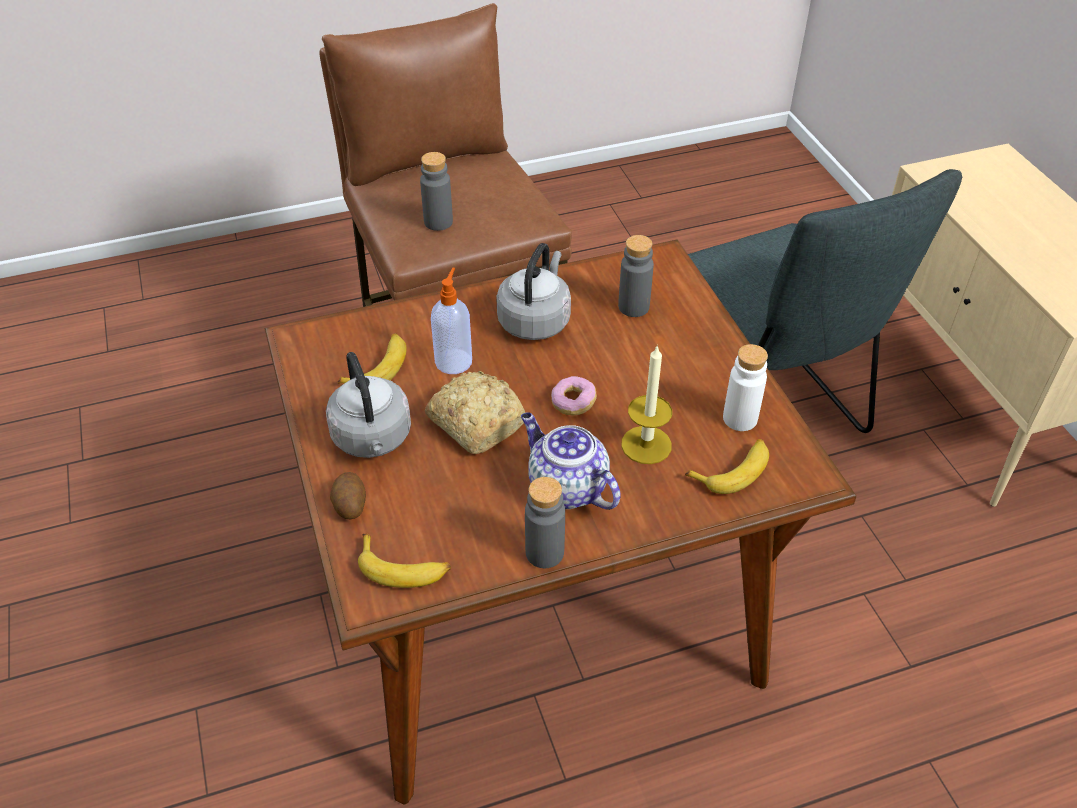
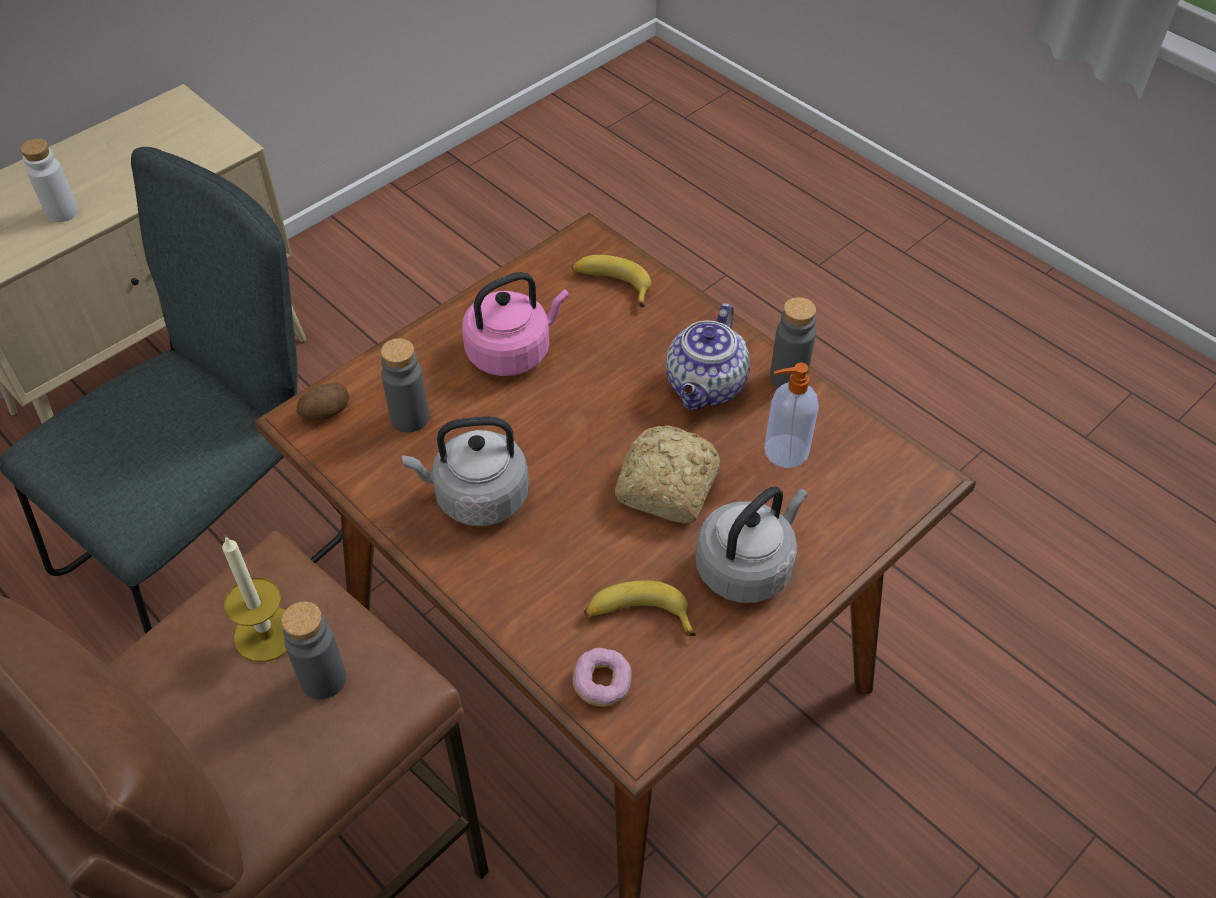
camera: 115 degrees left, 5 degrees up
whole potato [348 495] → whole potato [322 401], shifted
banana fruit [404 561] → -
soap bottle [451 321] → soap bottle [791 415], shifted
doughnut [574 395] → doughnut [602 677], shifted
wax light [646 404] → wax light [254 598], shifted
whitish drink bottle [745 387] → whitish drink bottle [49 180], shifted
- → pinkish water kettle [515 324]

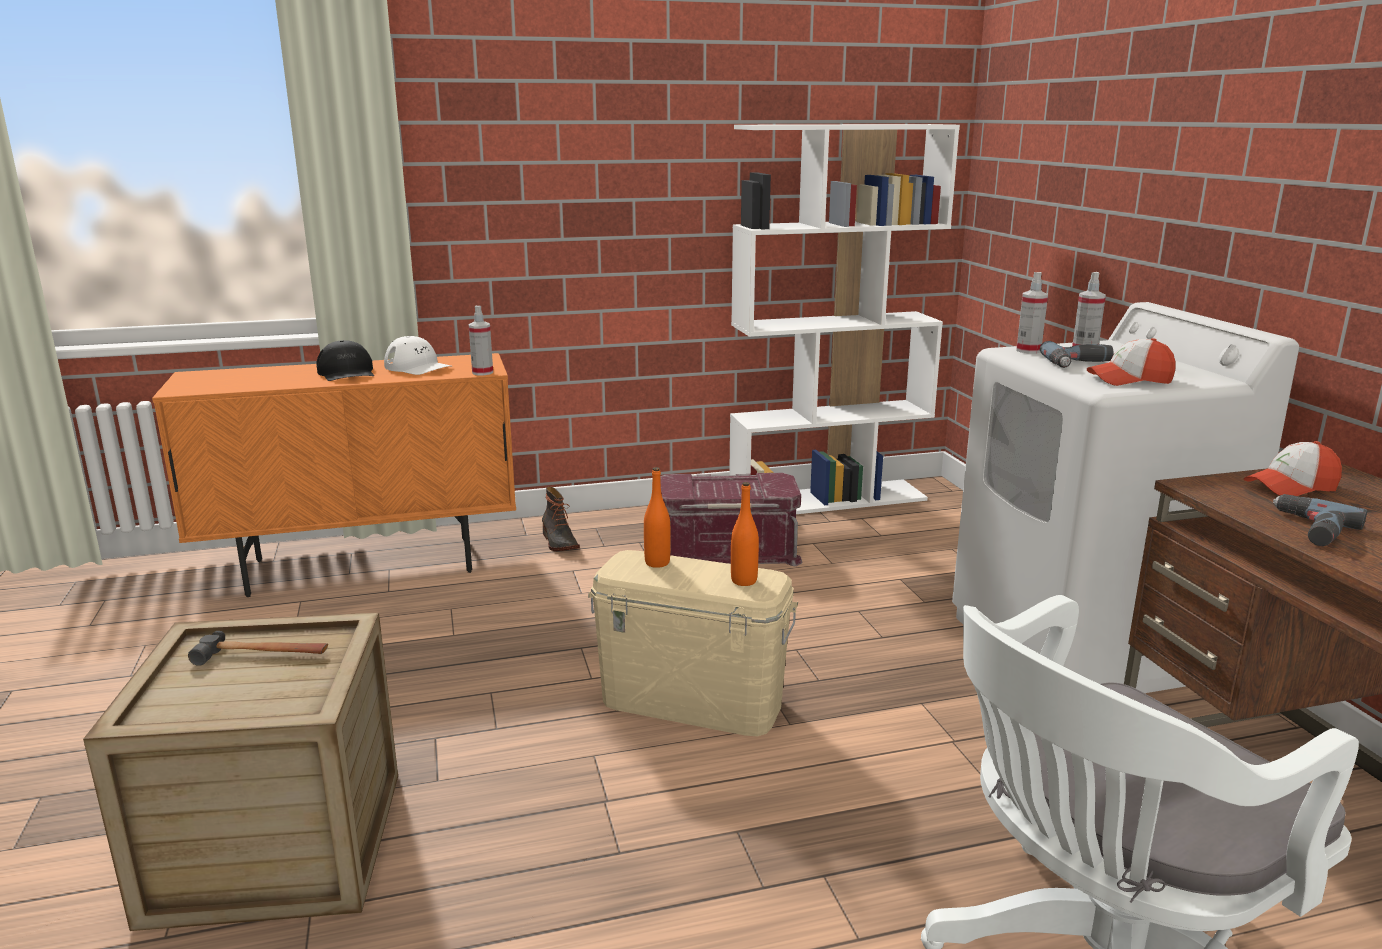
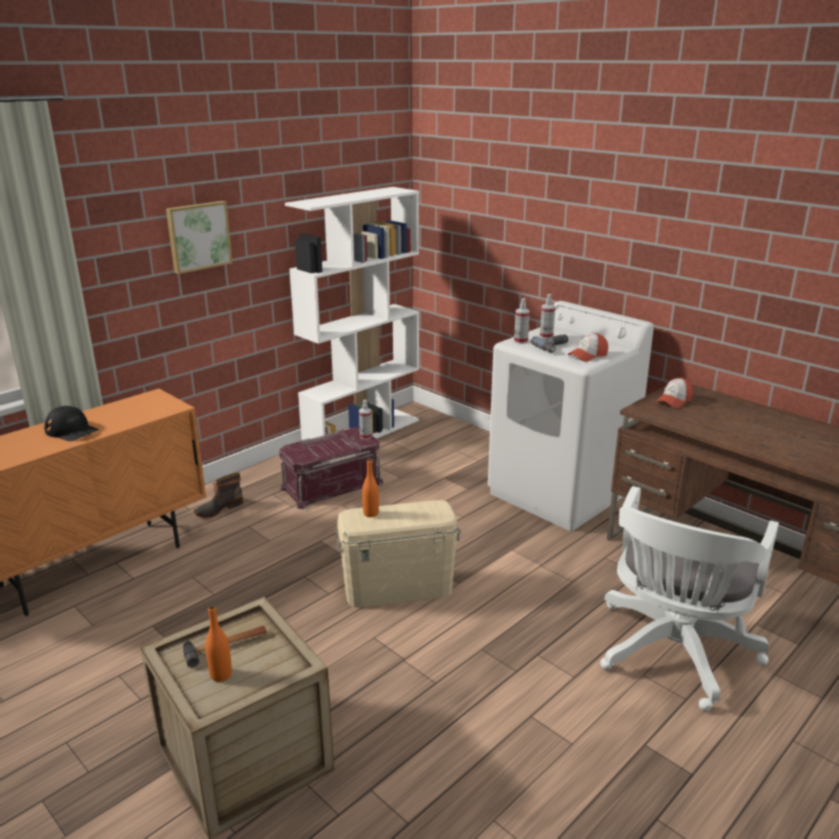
camera: 30 degrees left, 5 degrees up
whitish peaked cap [418 355] → -
hand sprayer [480 340] → hand sprayer [365 420], shifted
tall boot [561 519] → tall boot [218 494], 105 degrees clockwise
orange-coloured drink bottle [745 534] → orange-coloured drink bottle [218 643], shifted
drill [1320 520] → -
- → wall art [199 237]

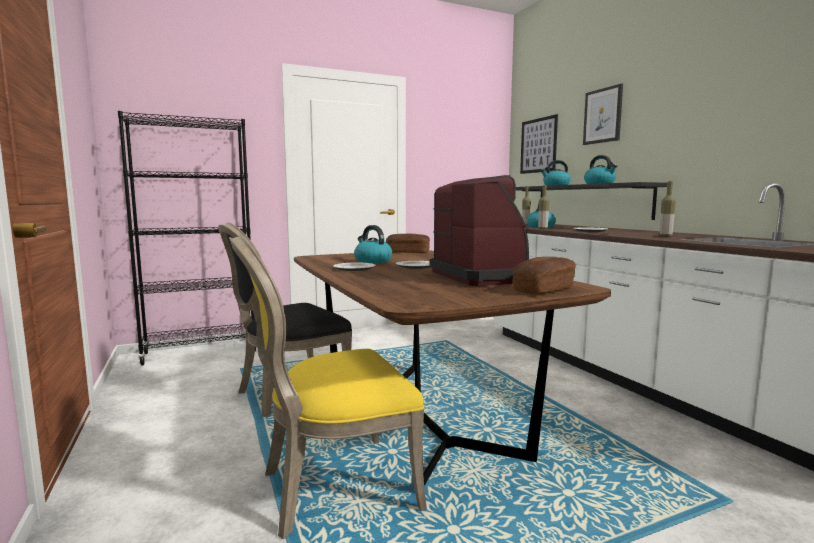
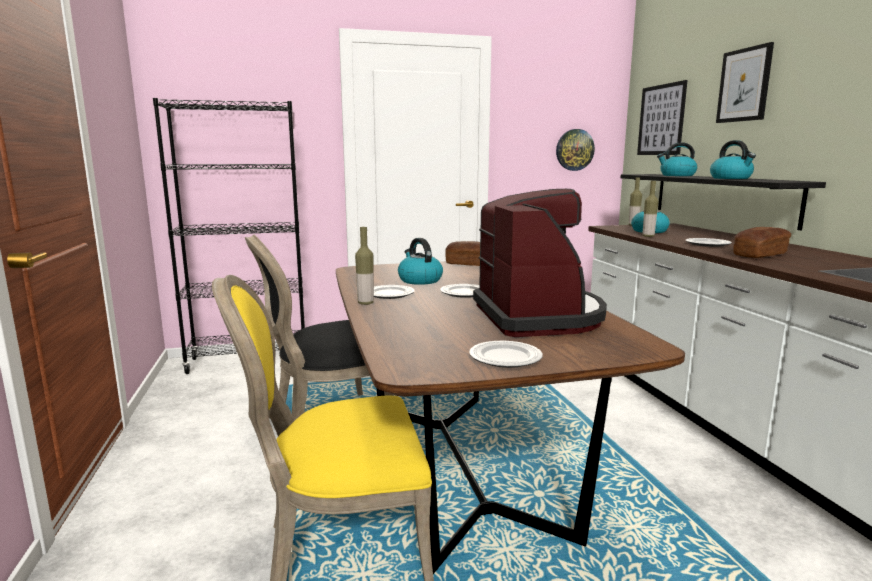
camera: 10 degrees right, 5 degrees up
bread [544 275] → bread [762 242], shifted
drink bottle [667 209] → drink bottle [364 266], shifted
- → dinner plate [506 354]
- → clock on the wall [575 150]

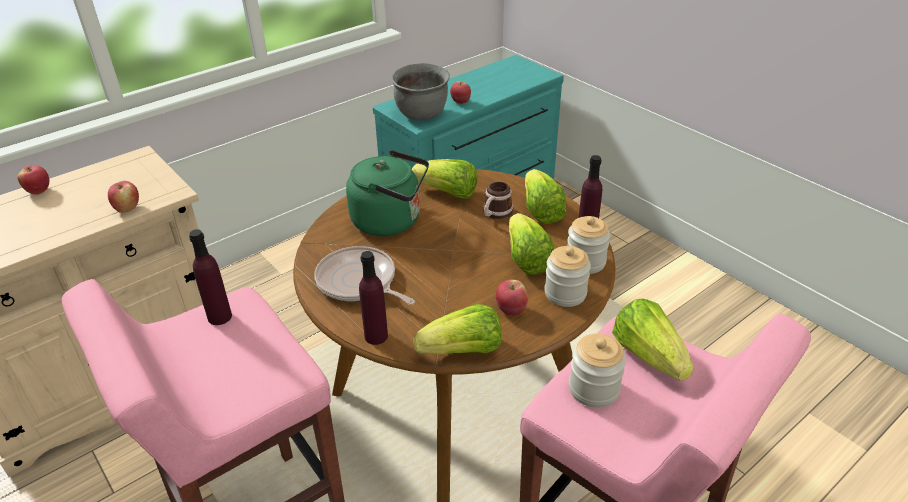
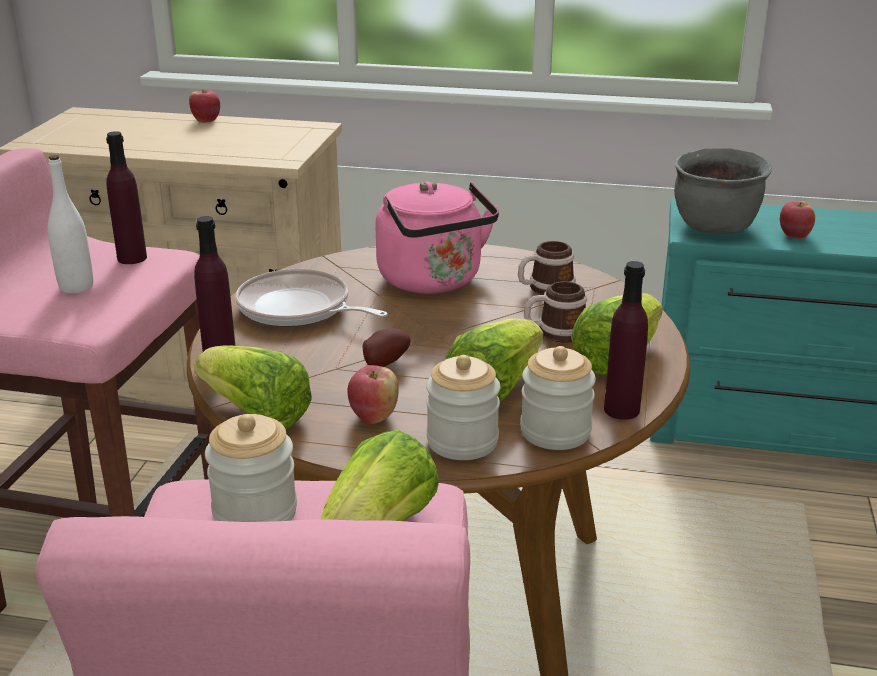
camera: 50 degrees right, 10 degrees down
apple fruit [123 197] → -
frying pan [364 275] → frying pan [311 298], 60 degrees counterclockwise
greenish water kettle [387 193] → pinkish water kettle [437 237]
head of lettuce [444 179] → mug [546 268]
- → whitish drink bottle [70 224]
- → whole potato [387 347]

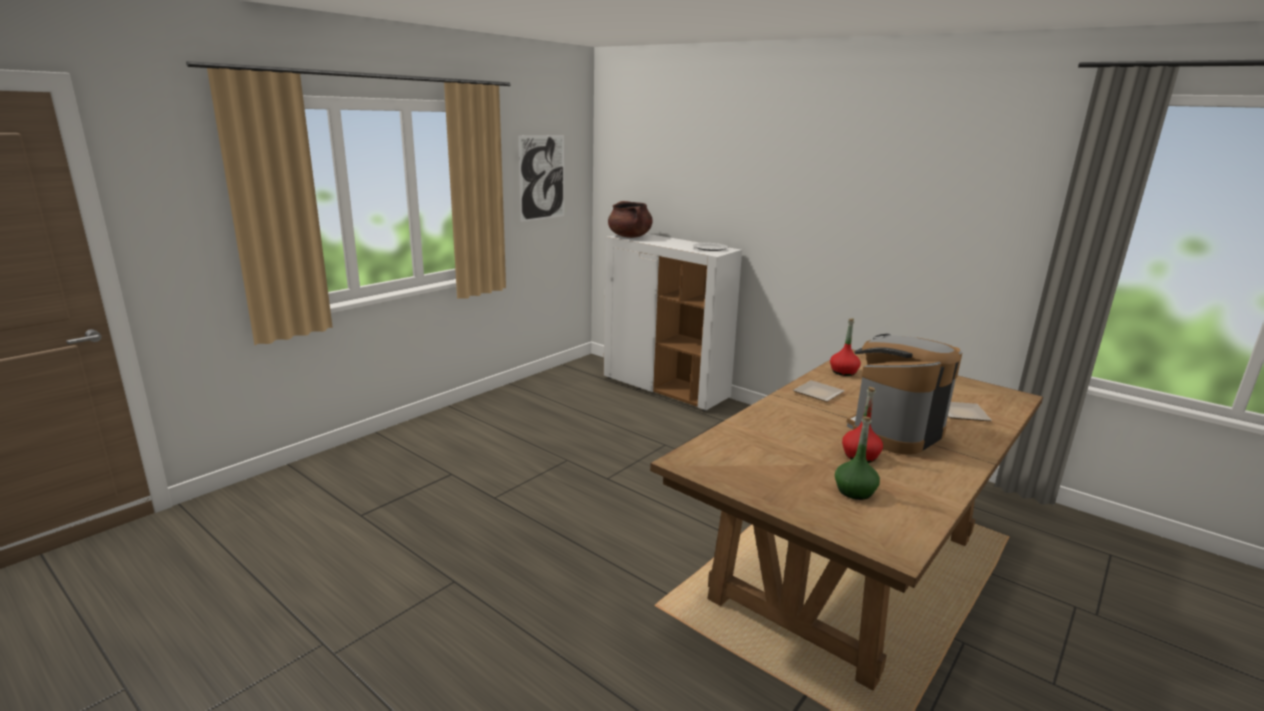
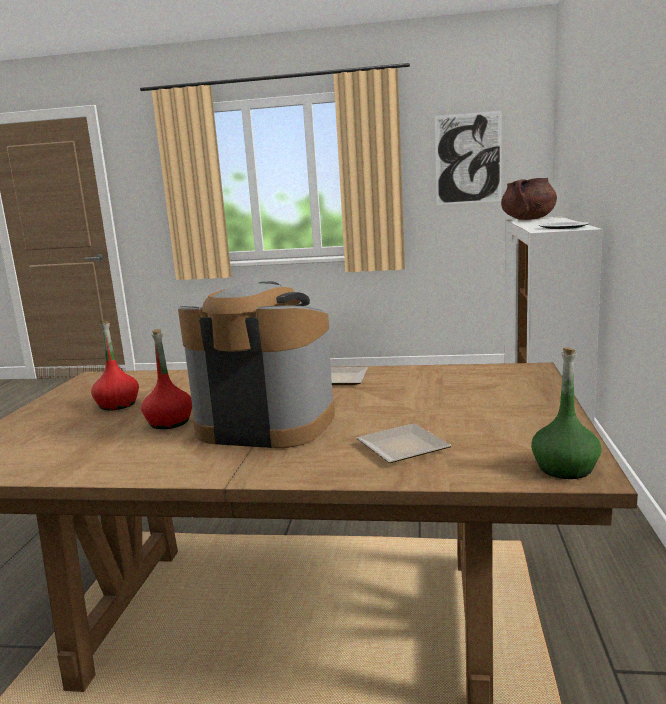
camera: 60 degrees right, 5 degrees down
reddish drink bottle [845 347] → reddish drink bottle [115 365], shifted
greenish drink bottle [857 458] → greenish drink bottle [566 413], shifted

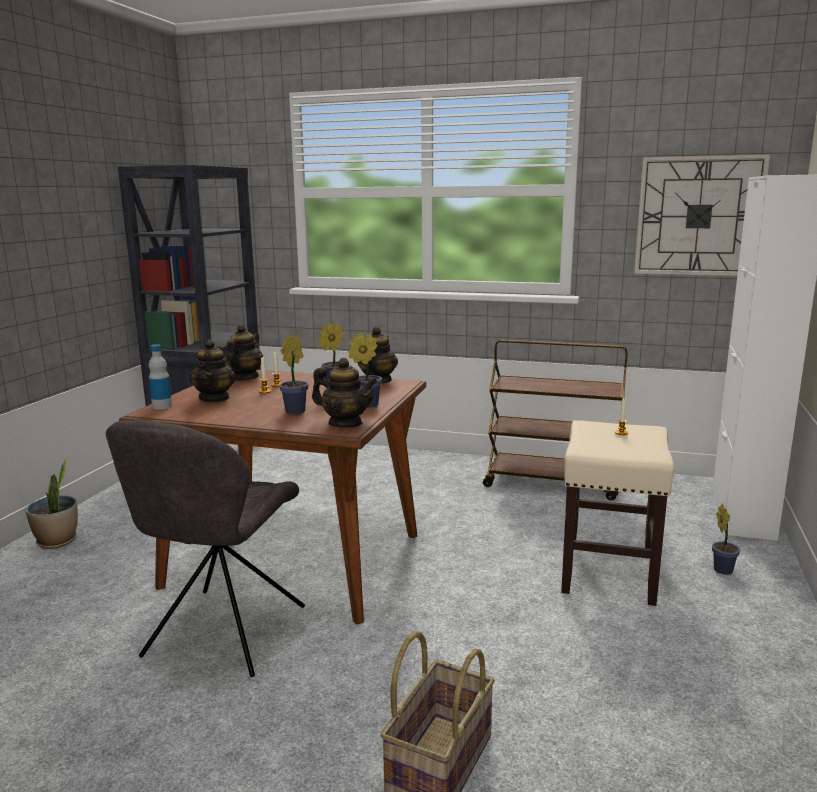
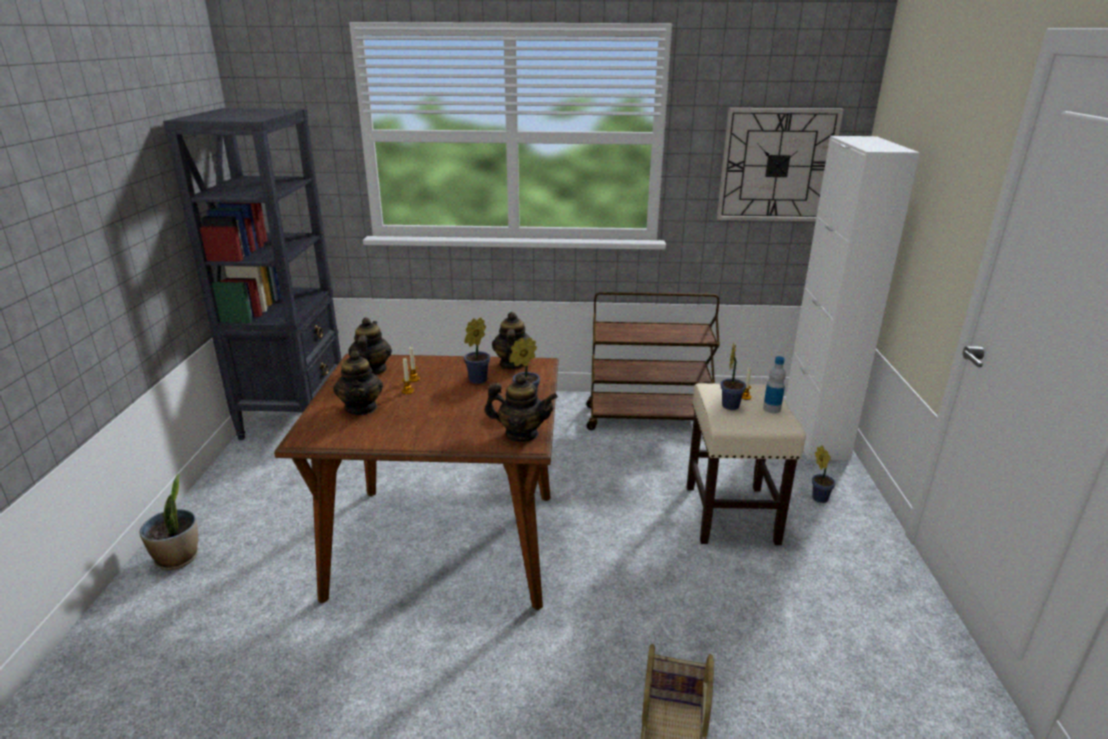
camera: 15 degrees left, 10 degrees up
grey upright chair [205 548] → -
drink bottle [160 376] → drink bottle [774 384], shifted
potted plant [293 374] → potted plant [733 376], shifted

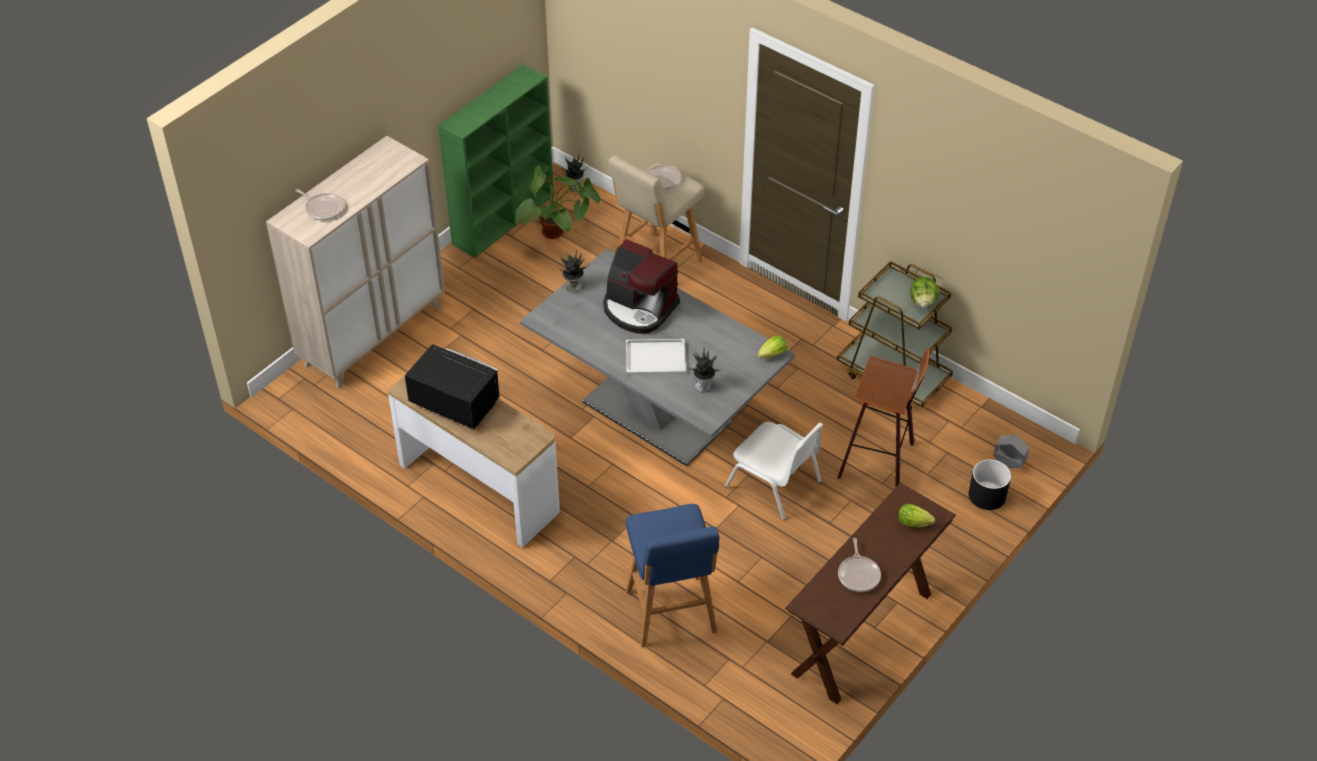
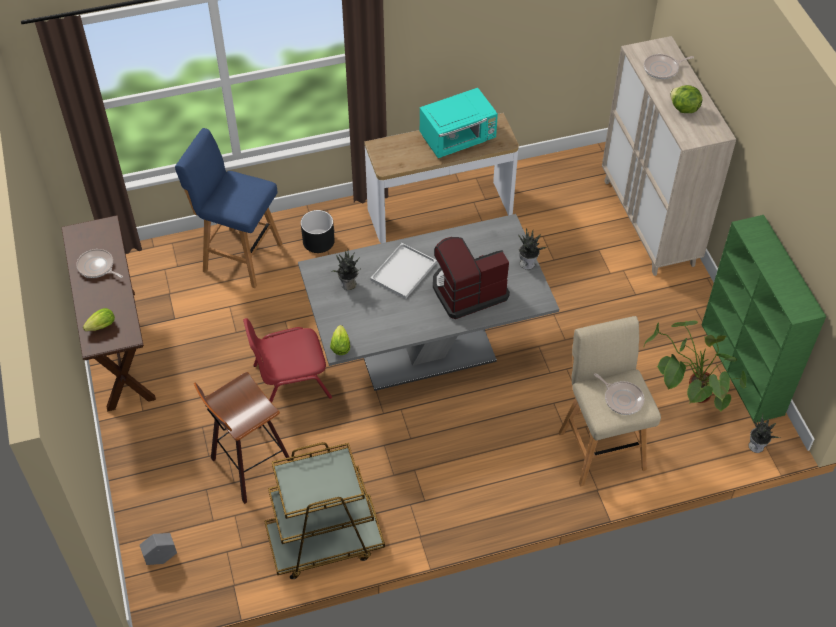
camera: 125 degrees right, 5 degrees up
blackish kitchen microwave [452 386] → turquoise kitchen microwave [459 123]
whitish upright chair [774 471] → reddish upright chair [287 360]
head of lettuce [925 292] → head of lettuce [686 99], shifted
blackish plant pot [989 484] → blackish plant pot [318 231], shifted

